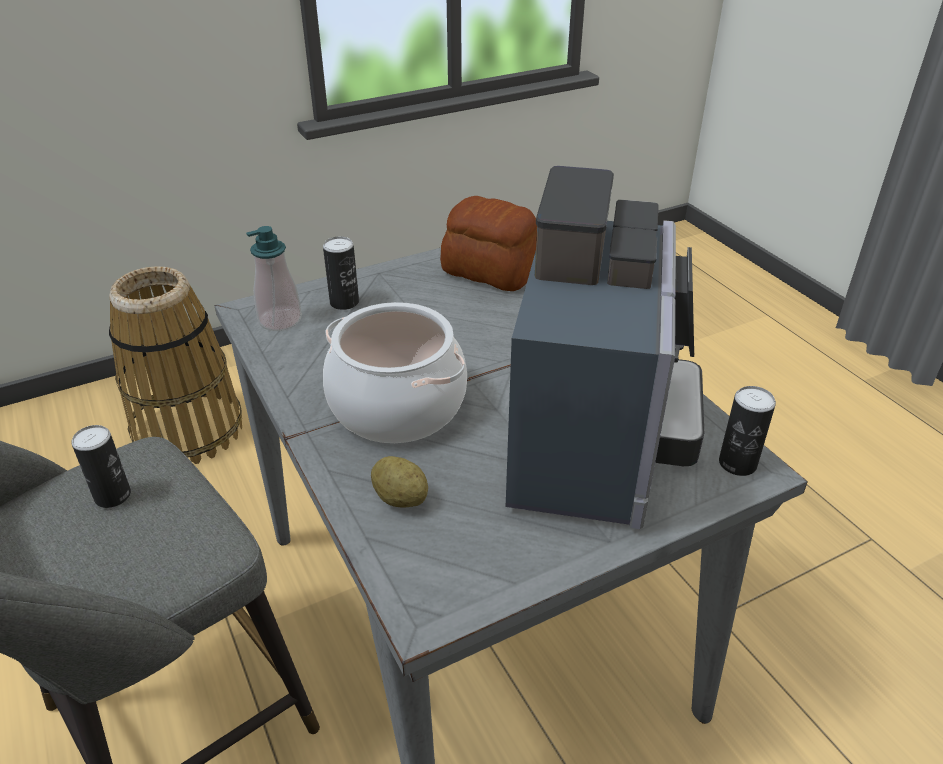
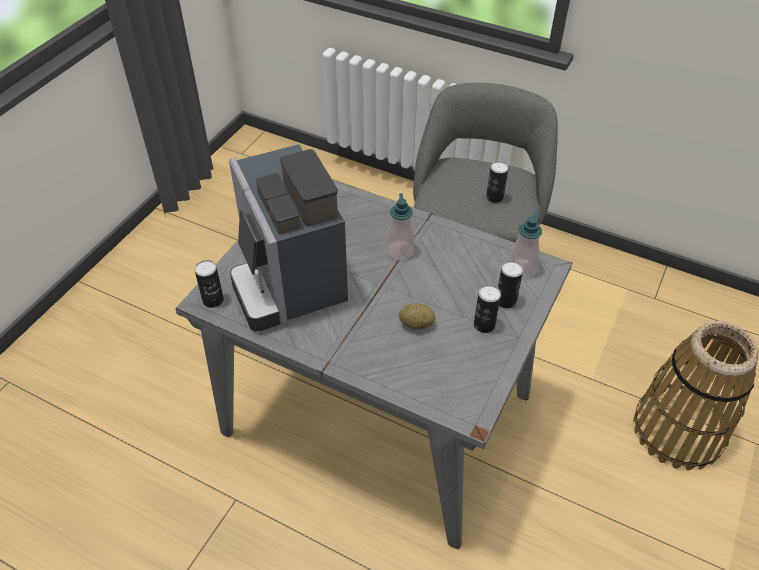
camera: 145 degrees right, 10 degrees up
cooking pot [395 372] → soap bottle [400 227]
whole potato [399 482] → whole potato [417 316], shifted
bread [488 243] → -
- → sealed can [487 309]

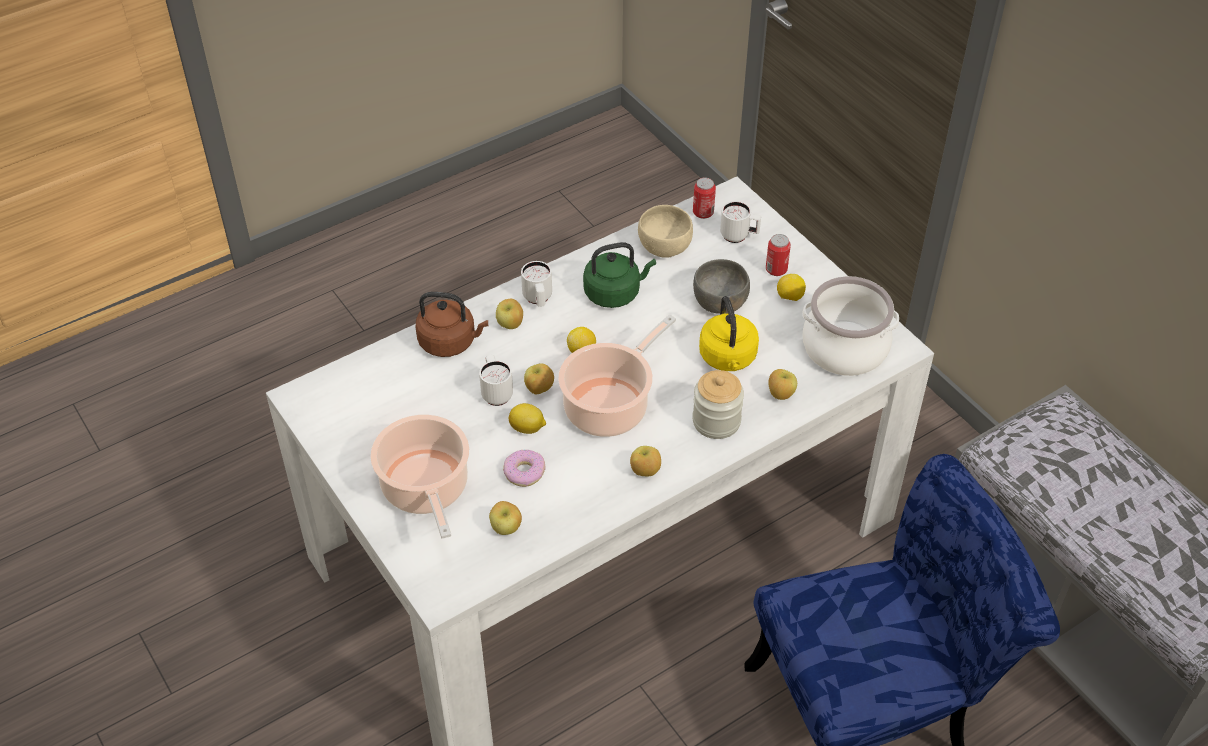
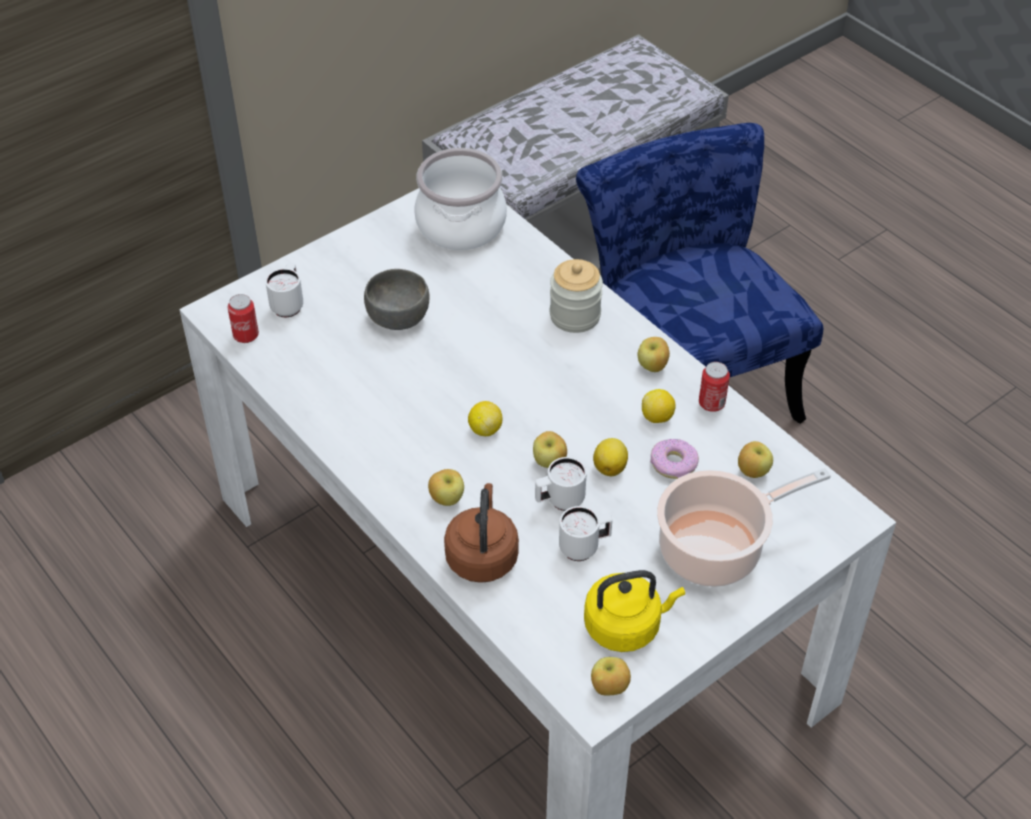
camera: 95 degrees left, 0 degrees up
whitish mug [536 284] → whitish mug [586 533], shifted
cooking pot [617 375] → -
greenish water kettle [619 275] → -
beige bowl [665 231] → -
yellow water kettle [729 333] → yellow water kettle [634 611], shifted
sealed can [778 255] → sealed can [714 387], shifted
apple fruit [782 384] → apple fruit [611 676], shifted
whole lemon [791 287] → whole lemon [659 406], shifted

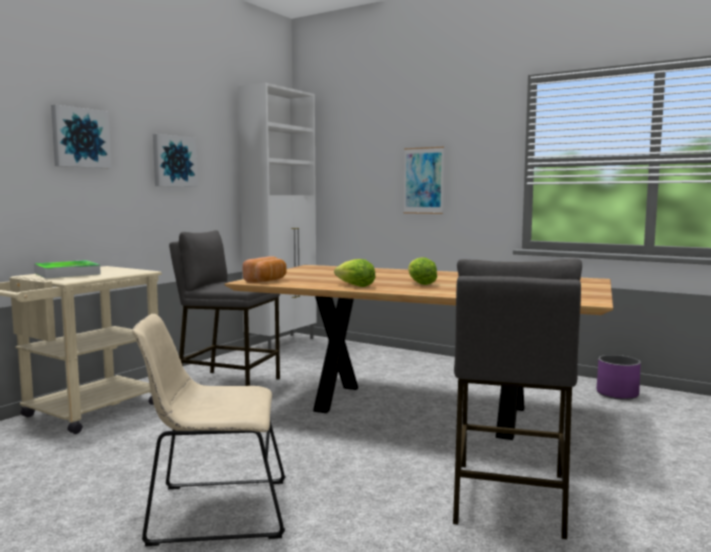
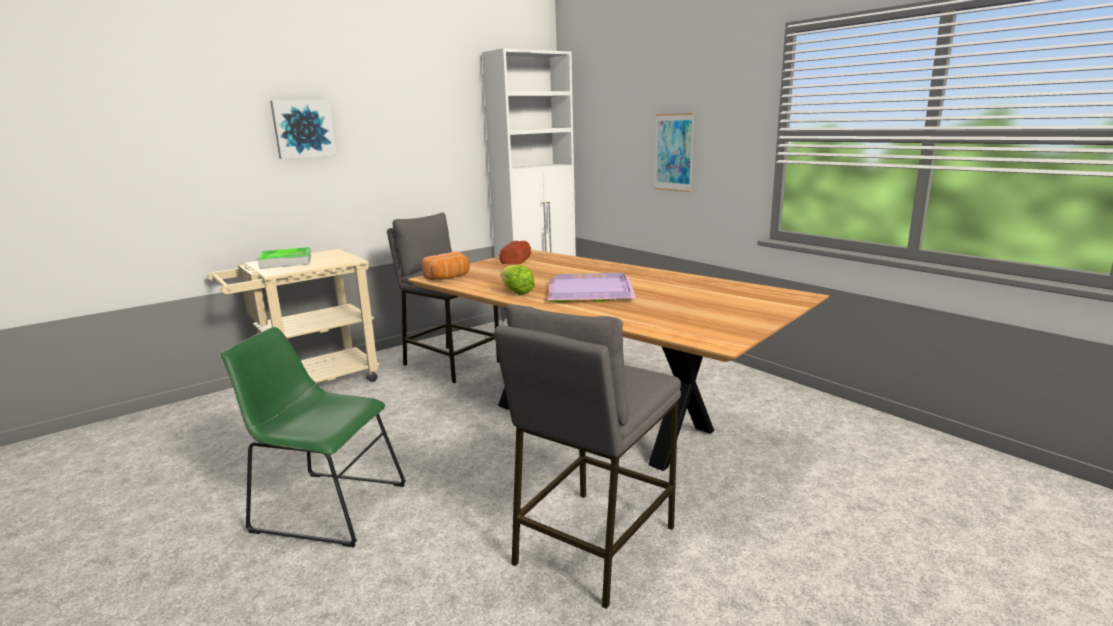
camera: 20 degrees right, 10 degrees up
beige upright chair [209 430] → greenish upright chair [313 437]
wall art [175 160] → -
head of lettuce [422 271] → purplish tray [592 288]
purplish plant pot [619 377] → -
- → bread [515 253]

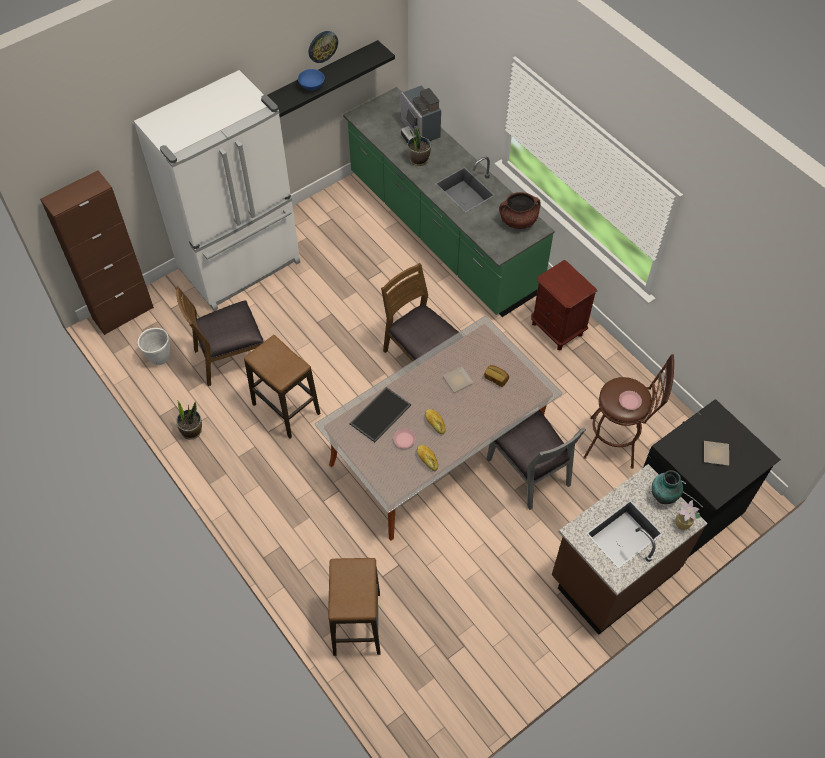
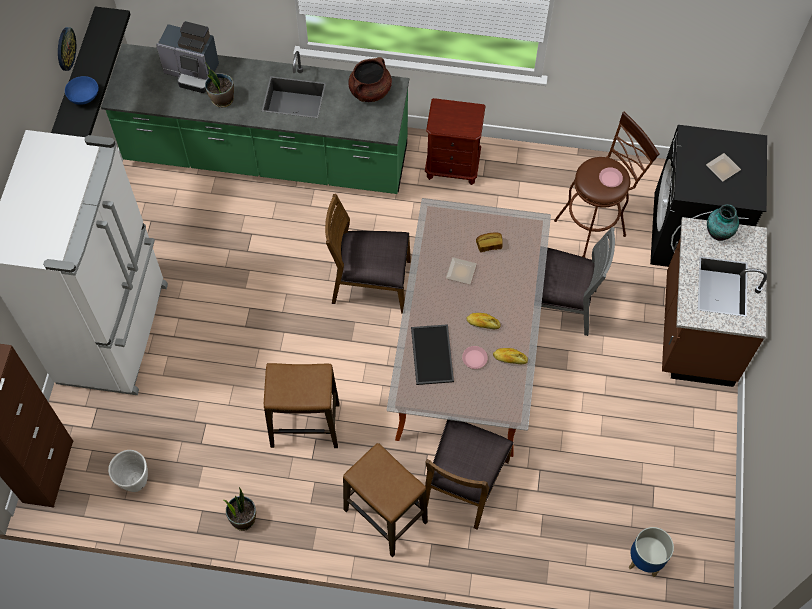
camera: 45 degrees left, 5 degrees up
brown-coloured upright chair [219 336] → brown-coloured upright chair [469 475], shifted
stool seat [354 607] → stool seat [385 500], shifted
potted plant [688 515] → -
- → plant pot [651 552]

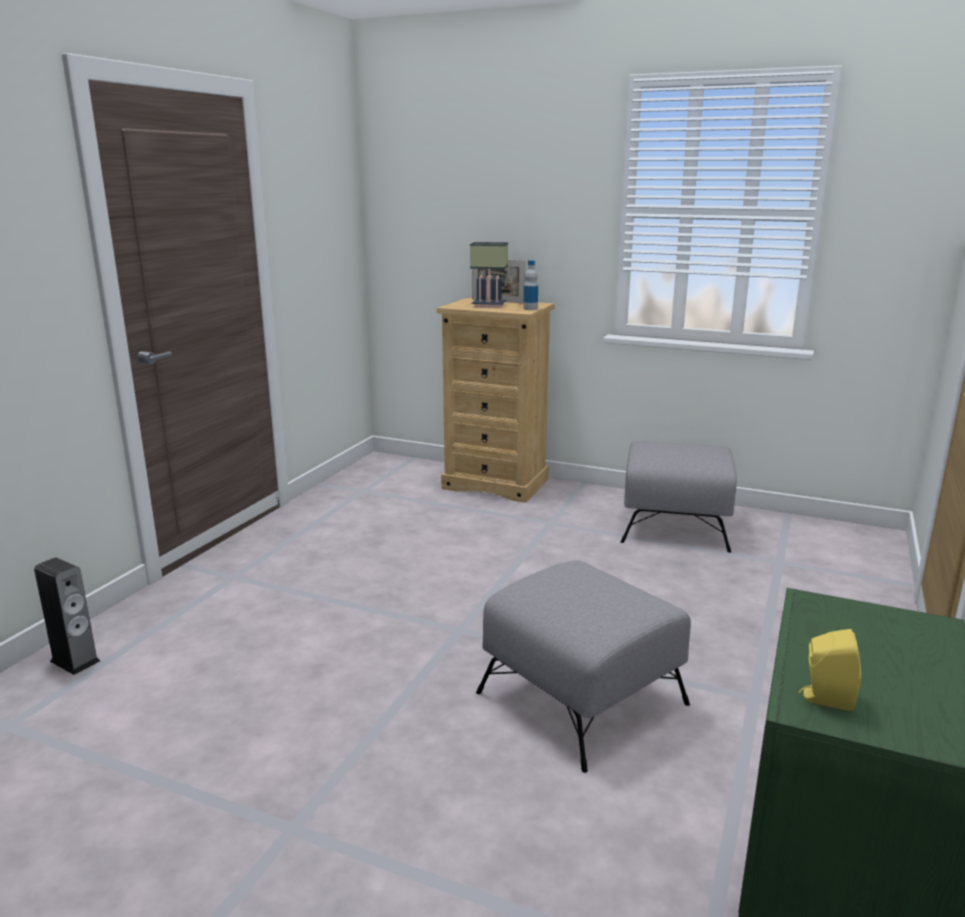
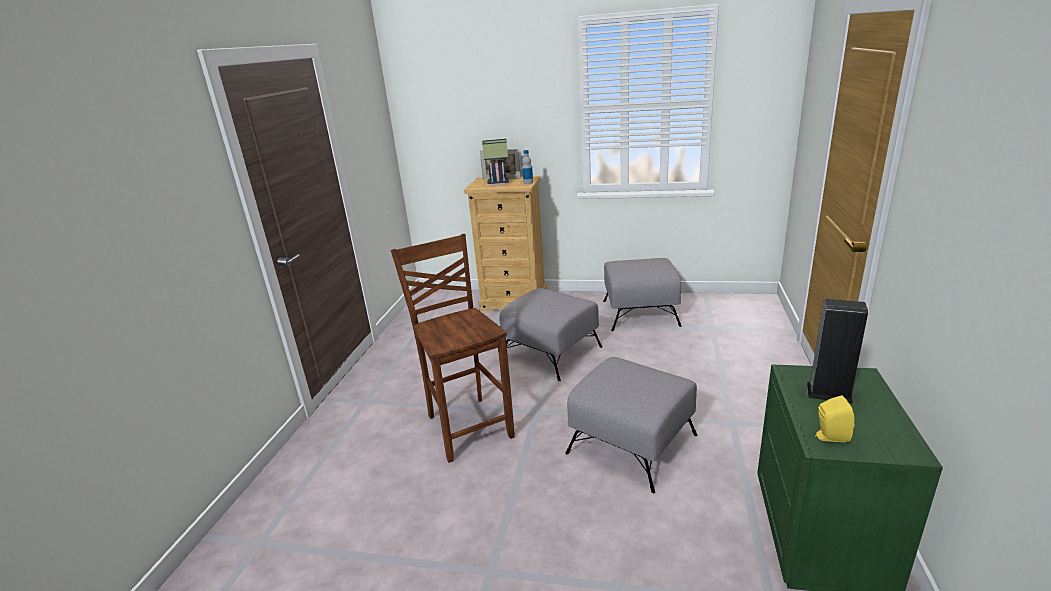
camera: 10 degrees left, 5 degrees up
audio speaker [67 616] → audio speaker [837 351], shifted
- → brown-coloured upright chair [453 348]
- → grey ottoman [550 334]

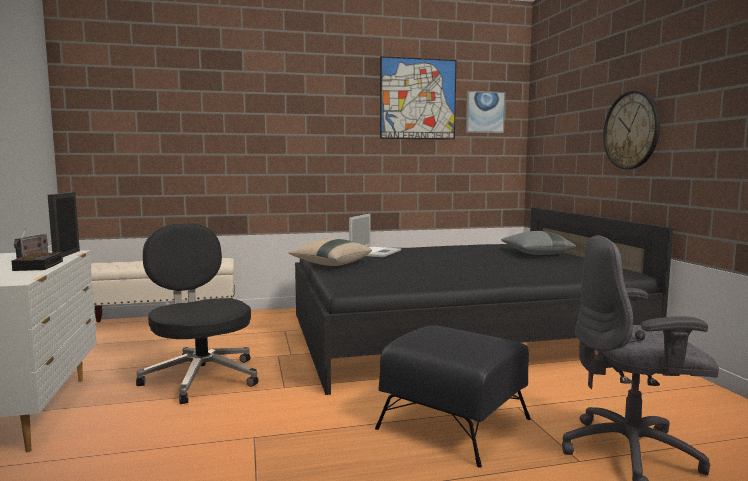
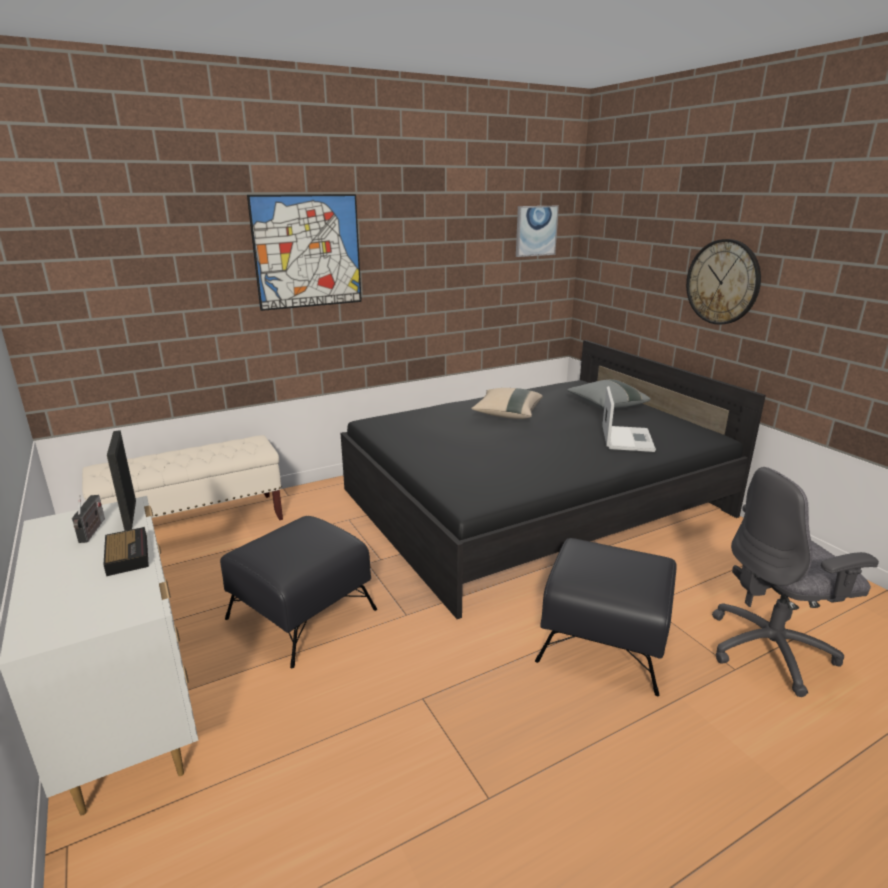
camera: 15 degrees left, 15 degrees up
blackish office chair [197 313] → blackish ottoman [298 592]
beige pillow [330 252] → beige pillow [507 403], shifted
laptop [375 235] → laptop [629 419], shifted
wall art [418 98] → wall art [304 252], shifted

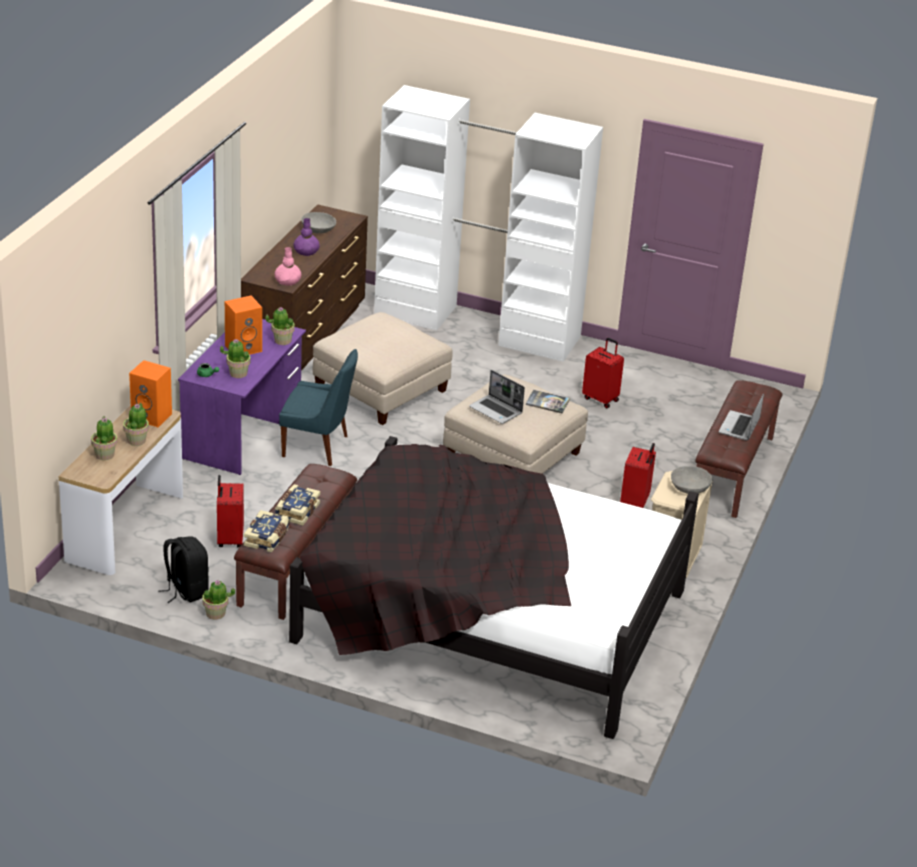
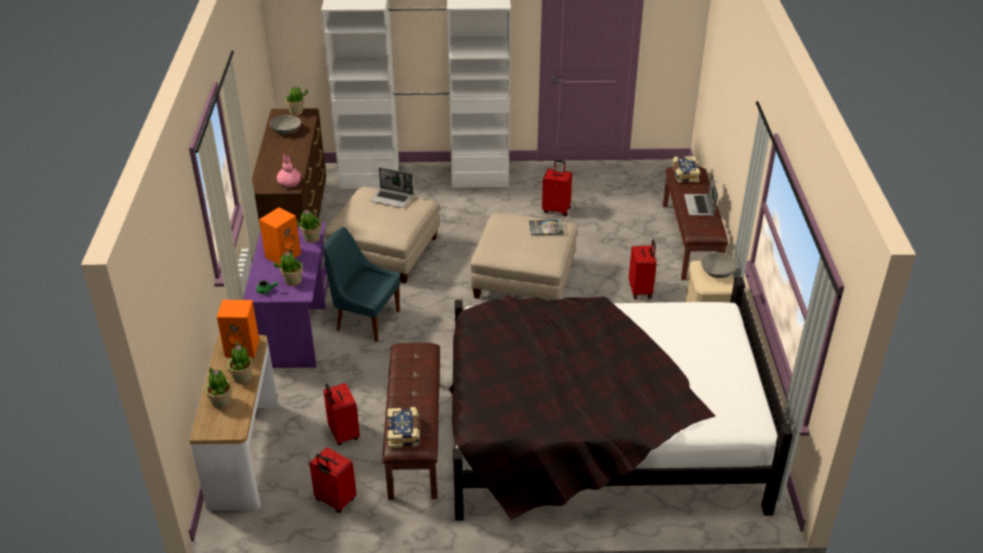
camera: 20 degrees left, 5 degrees up
blackish rucksack [183 569] → reddish suitcase [332 480]
potted plant [218 600] → potted plant [297 100], shifted
book [297 505] → book [686 169], shifted
bluish upright chair [318 407] → bluish upright chair [361 284], 150 degrees counterclockwise
purplish decorative vase [306 237] → -
laptop [497 397] → laptop [391 187], shifted

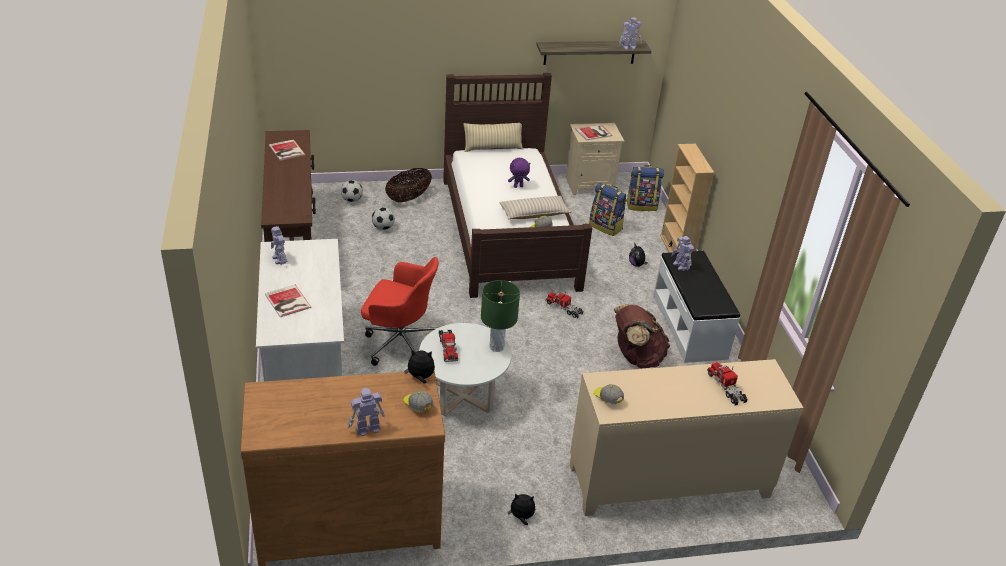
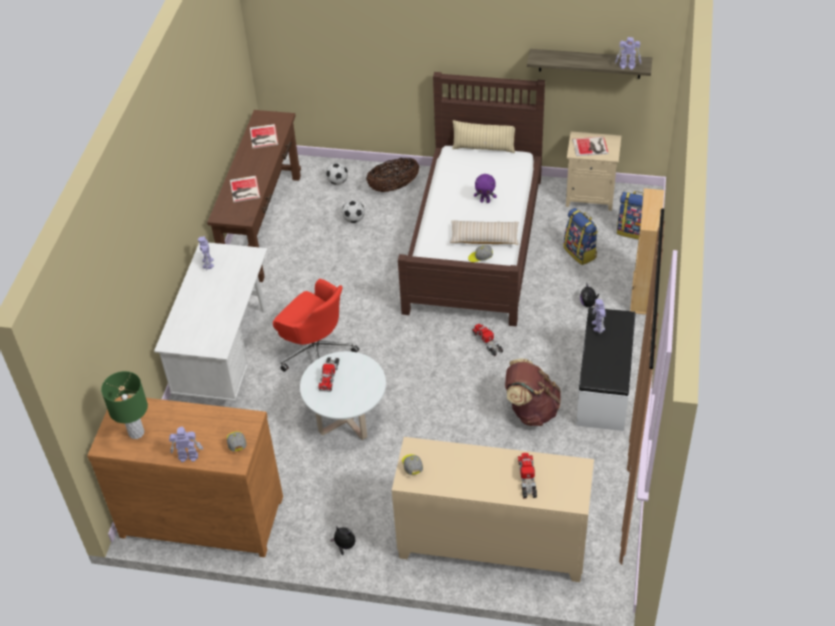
camera: 25 degrees right, 10 degrees up
book [288 301] → book [245 189], shifted
soft toy [419 366] → -
greenish tabletop lamp [500 316] → greenish tabletop lamp [124 405], shifted

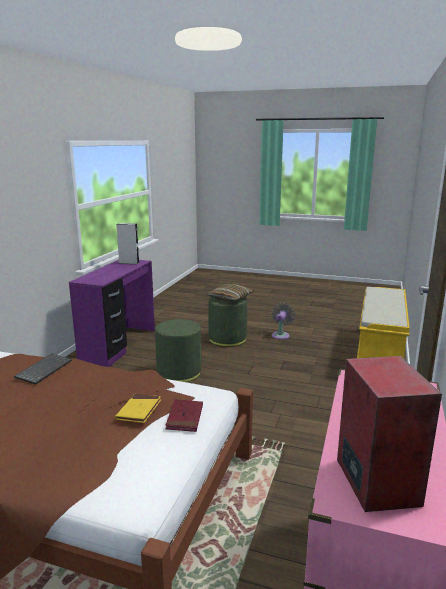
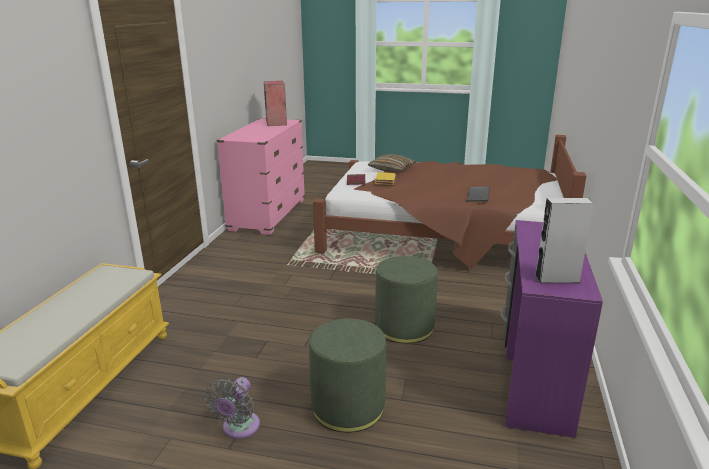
camera: 175 degrees right, 5 degrees up
pillow [230 293] → pillow [392 163], shifted

